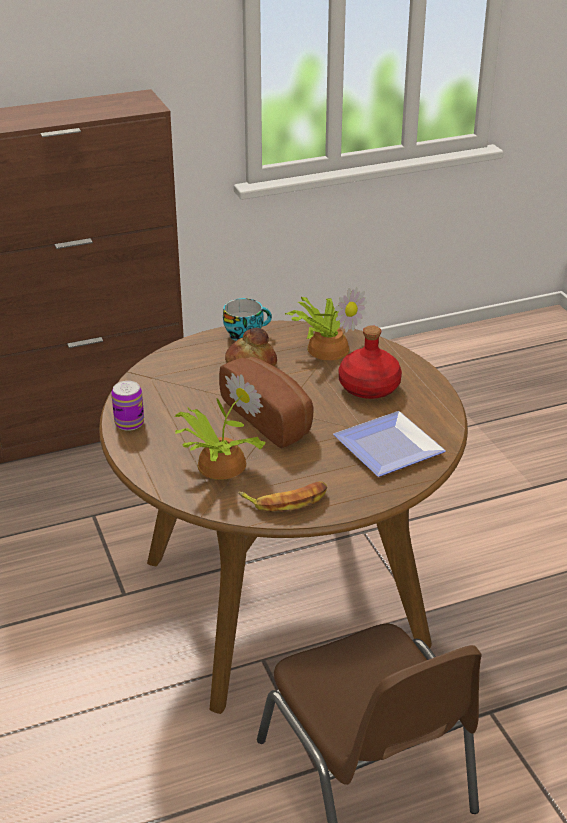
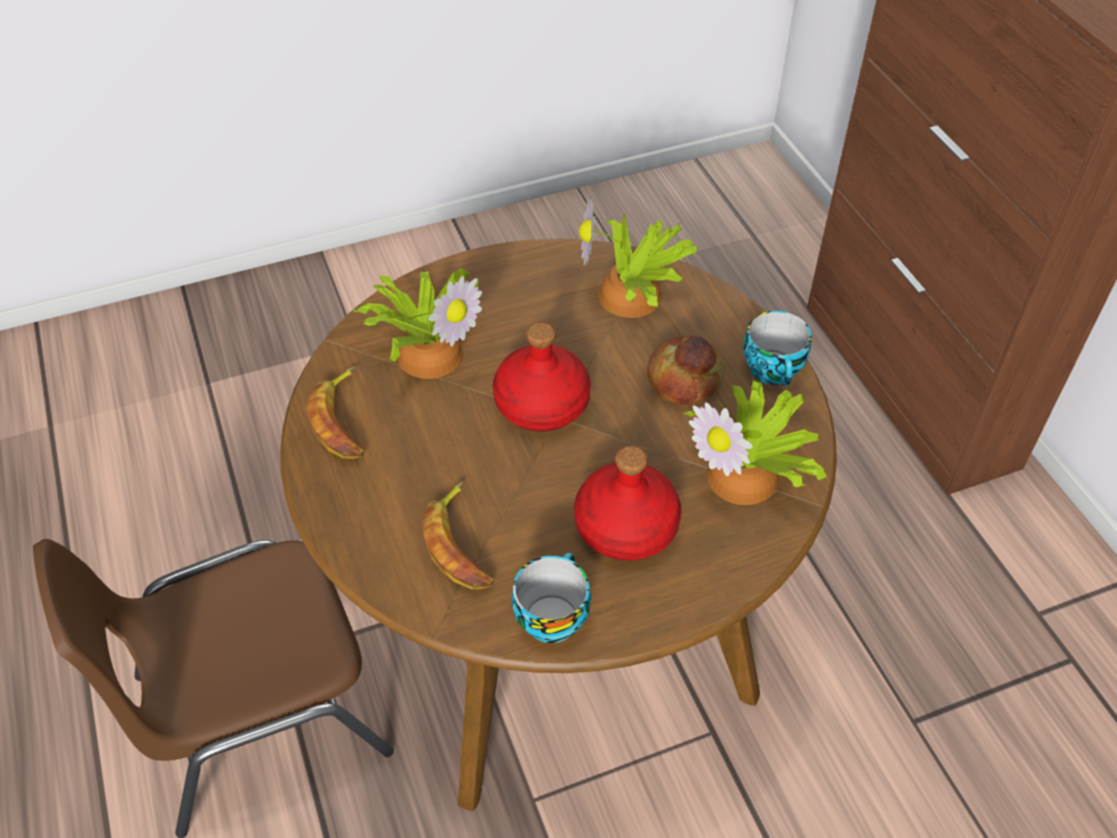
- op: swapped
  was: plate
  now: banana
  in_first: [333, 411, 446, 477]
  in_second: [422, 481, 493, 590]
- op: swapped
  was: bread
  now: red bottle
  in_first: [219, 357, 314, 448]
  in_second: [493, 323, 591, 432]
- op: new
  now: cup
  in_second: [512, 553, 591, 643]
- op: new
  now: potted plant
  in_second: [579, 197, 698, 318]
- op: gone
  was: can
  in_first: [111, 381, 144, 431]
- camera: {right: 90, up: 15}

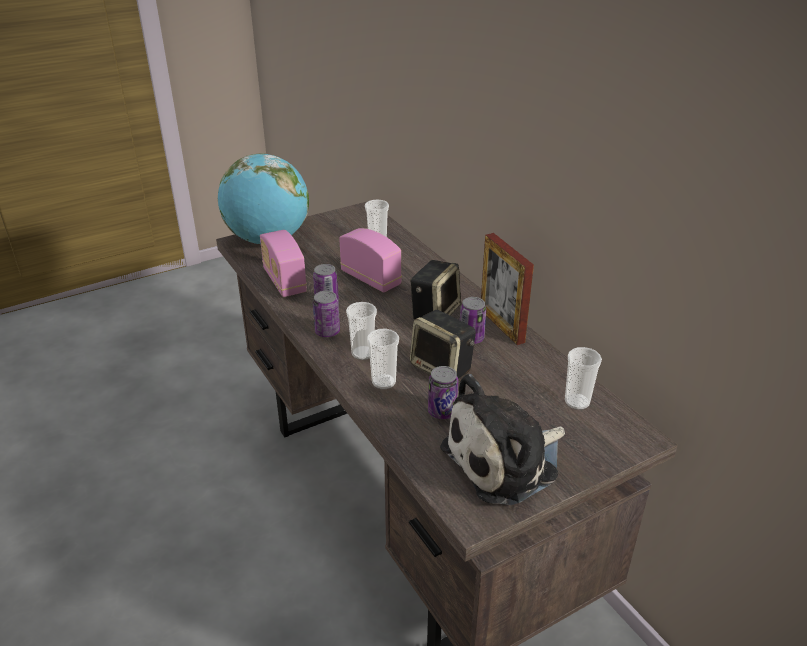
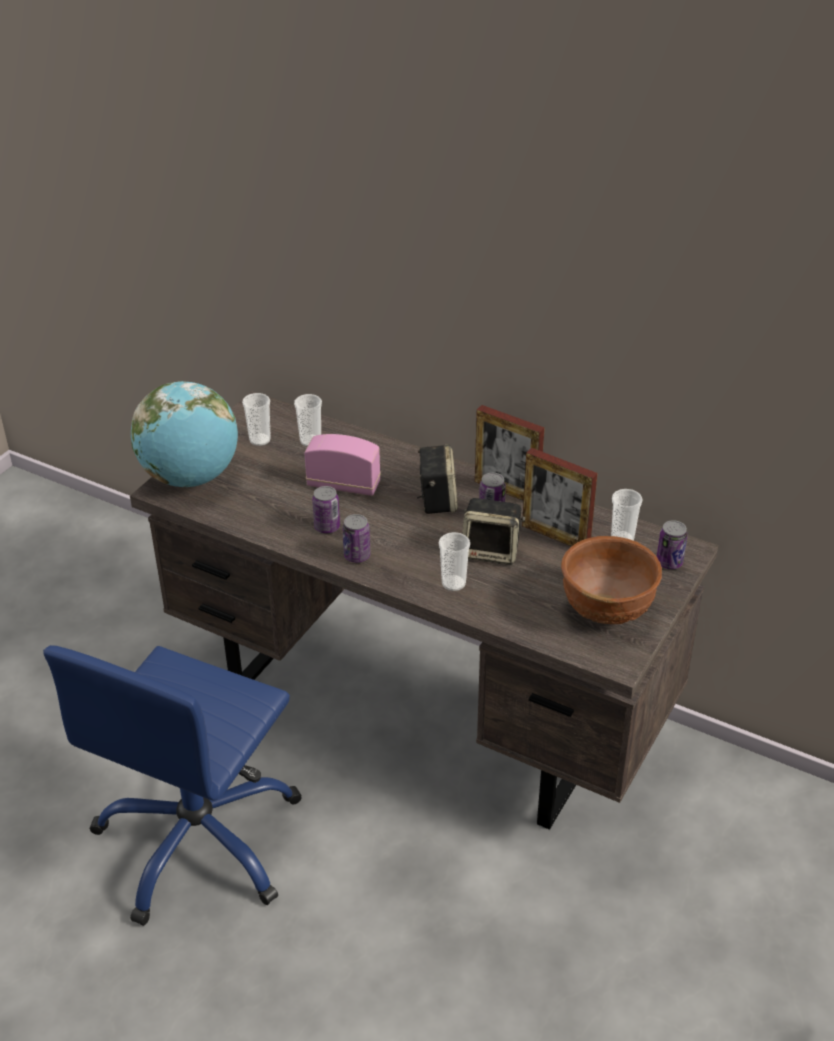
- op: new
  now: blue office chair
  in_second: [43, 645, 302, 926]
- op: shifted
  was: cup
  in_first: [346, 302, 377, 360]
  in_second: [242, 393, 271, 446]
- op: new
  now: picture frame
  in_second: [522, 448, 598, 546]
- op: swapped
  was: plush toy
  now: brown bowl
  in_first: [440, 374, 565, 505]
  in_second: [561, 536, 662, 624]
- op: shifted
  was: can
  in_first: [428, 366, 458, 419]
  in_second: [657, 520, 688, 569]
- op: gone
  was: radio
  in_first: [260, 230, 307, 297]
- camera: {right: -30, up: 5}

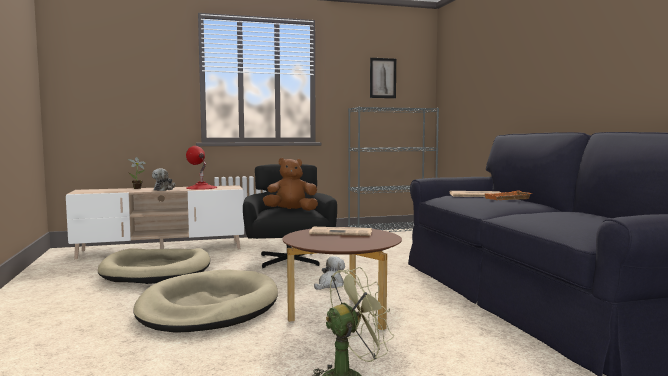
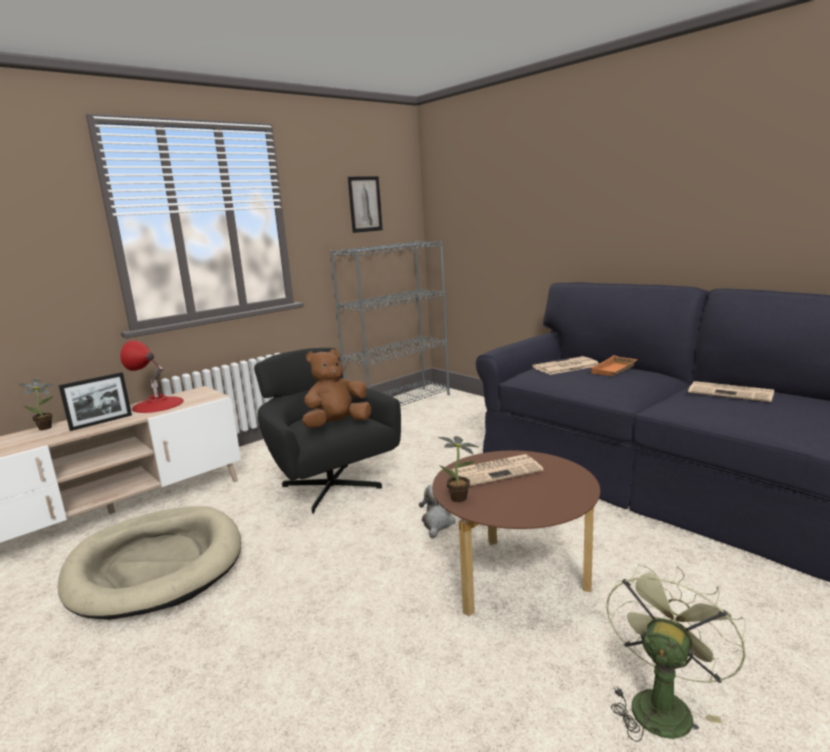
- op: swapped
  was: plush toy
  now: picture frame
  in_first: [152, 168, 175, 191]
  in_second: [59, 372, 132, 431]
- op: new
  now: potted plant
  in_second: [438, 436, 478, 502]
- op: new
  now: newspaper
  in_second: [688, 381, 774, 402]
- op: gone
  was: beige dog bed
  in_first: [134, 269, 278, 332]
- camera: {right: -25, up: 10}

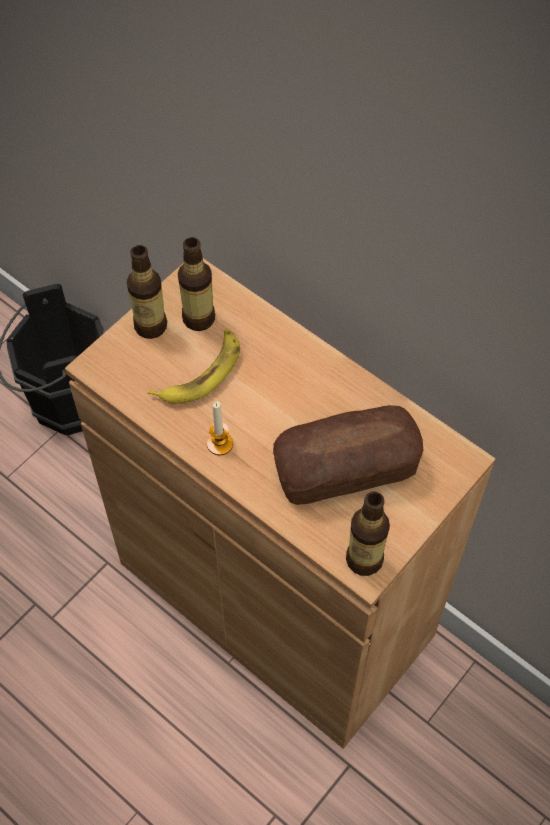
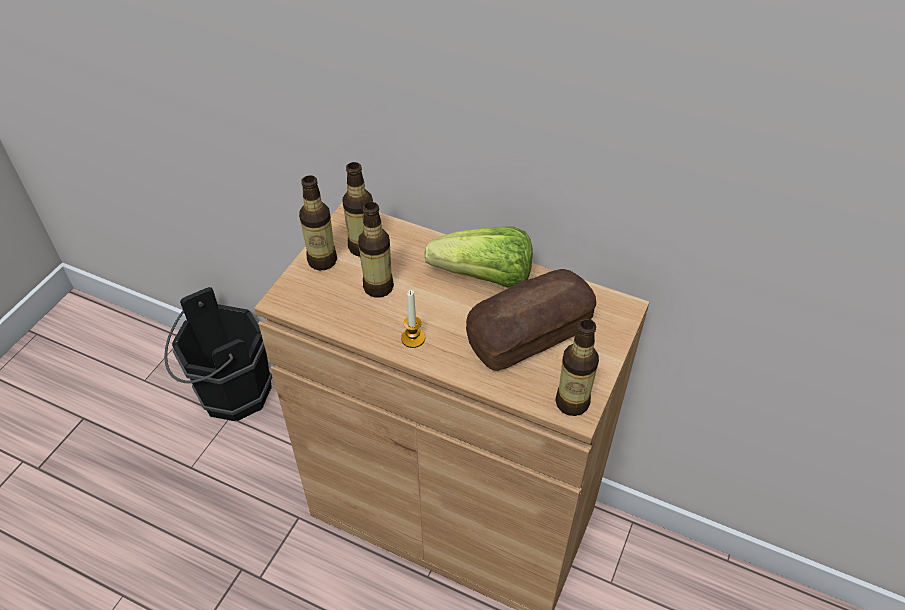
- op: swapped
  was: banana
  now: bottle
  in_first: [148, 329, 240, 404]
  in_second: [358, 202, 394, 298]
- op: new
  now: lettuce
  in_second: [424, 227, 533, 288]
- camera: {right: -15, up: -10}

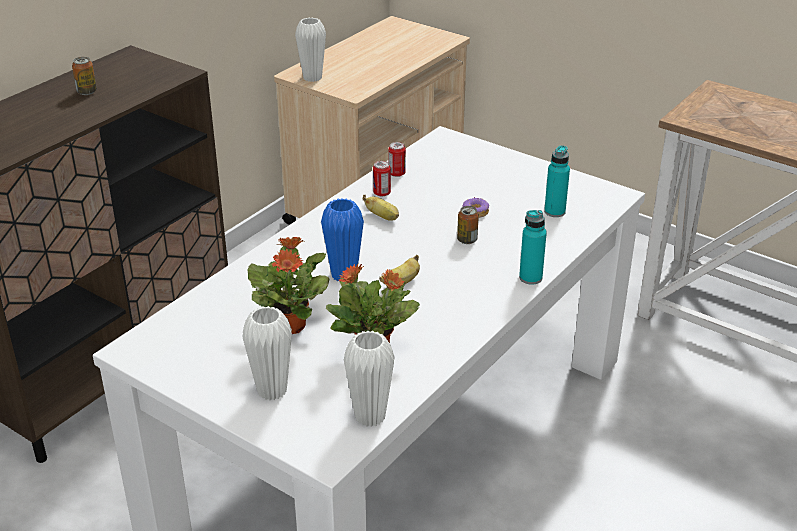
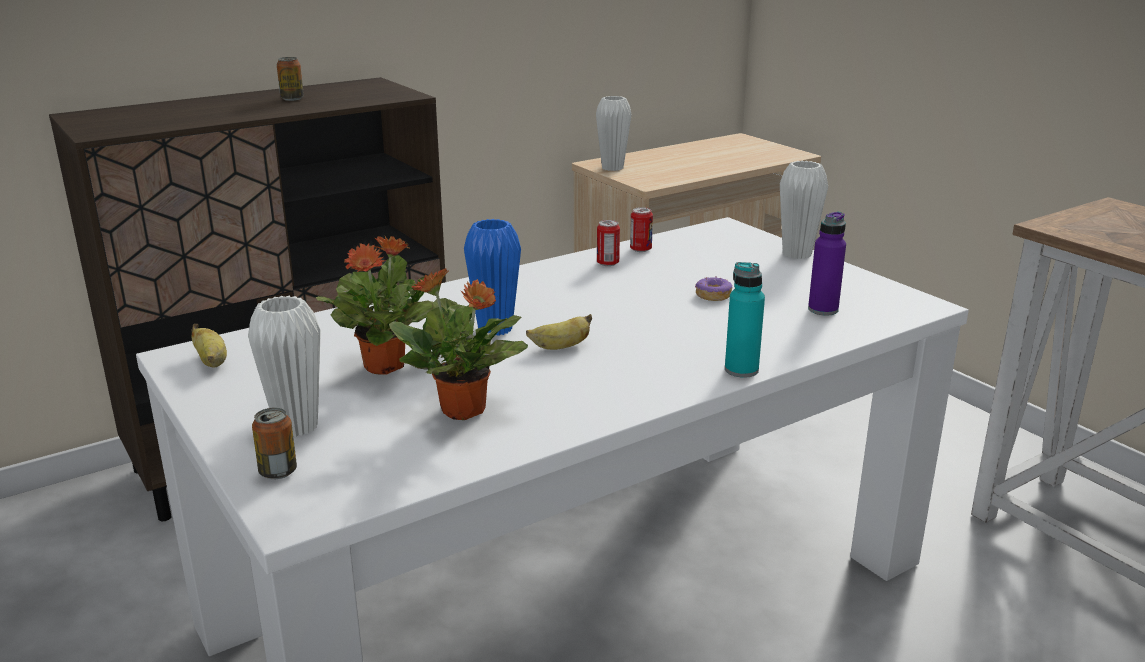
- op: shifted
  was: banana
  in_first: [363, 195, 399, 221]
  in_second: [192, 324, 227, 368]
- op: shifted
  was: can
  in_first: [457, 206, 479, 244]
  in_second: [252, 408, 297, 479]
- op: shifted
  was: white vase
  in_first: [344, 331, 395, 427]
  in_second: [780, 161, 828, 259]
- op: repainted
  was: turquoise bottle
  now: purple bottle
  in_first: [544, 145, 570, 217]
  in_second: [808, 212, 846, 315]
- camera: {right: 20, up: -10}

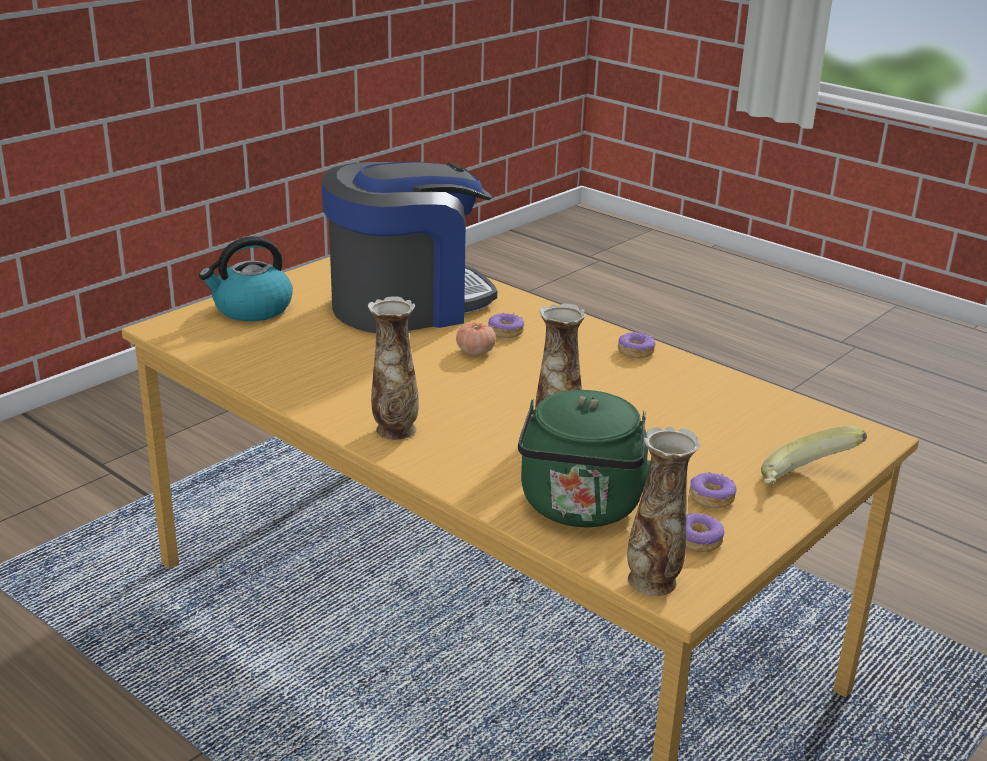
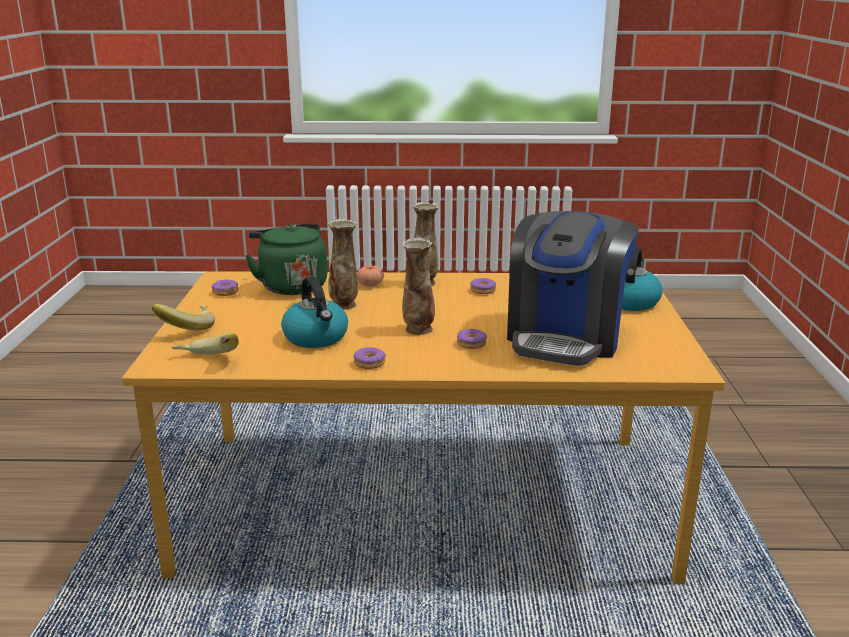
- op: new
  now: banana
  in_second: [172, 332, 239, 354]
- op: new
  now: kettle
  in_second: [281, 276, 348, 348]
- op: shifted
  was: tomato
  in_first: [456, 322, 496, 355]
  in_second: [357, 265, 384, 287]
- op: shifted
  was: vase
  in_first: [627, 427, 700, 596]
  in_second: [401, 237, 435, 335]
- op: shifted
  was: donut
  in_first: [689, 472, 737, 509]
  in_second: [470, 278, 496, 294]
- camera: {right: 140, up: -5}

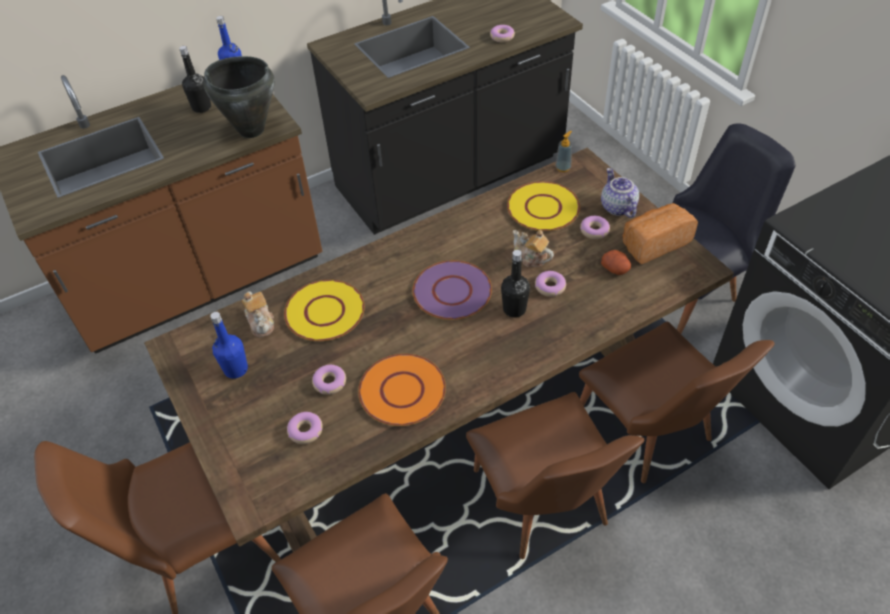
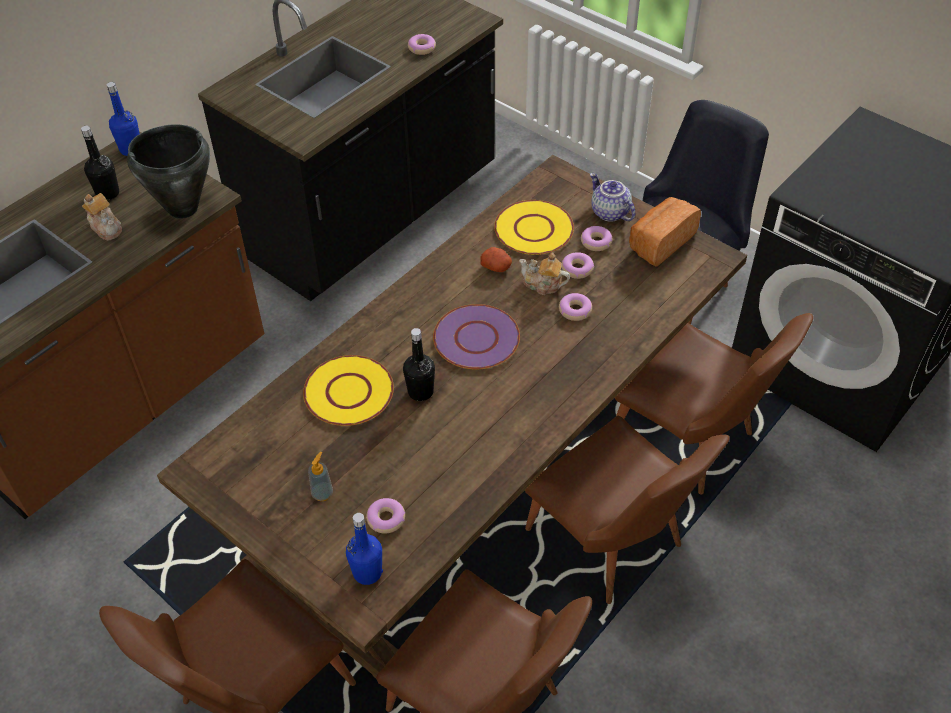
- op: shifted
  was: teapot
  in_first: [242, 291, 274, 338]
  in_second: [82, 193, 122, 240]
- op: shifted
  was: soap dispenser
  in_first: [555, 131, 572, 172]
  in_second: [308, 452, 333, 501]
- op: shifted
  was: blue bottle
  in_first: [210, 312, 248, 379]
  in_second: [346, 513, 383, 585]
- op: shifted
  was: black bottle
  in_first: [501, 250, 530, 318]
  in_second: [403, 328, 435, 401]
- op: shifted
  was: potato
  in_first: [601, 250, 631, 275]
  in_second: [480, 247, 512, 272]
- op: shifted
  was: donut
  in_first: [312, 365, 346, 395]
  in_second: [562, 252, 594, 279]
- op: gone
  was: orange plate
  in_first: [358, 354, 446, 426]
- camera: {right: -20, up: 0}

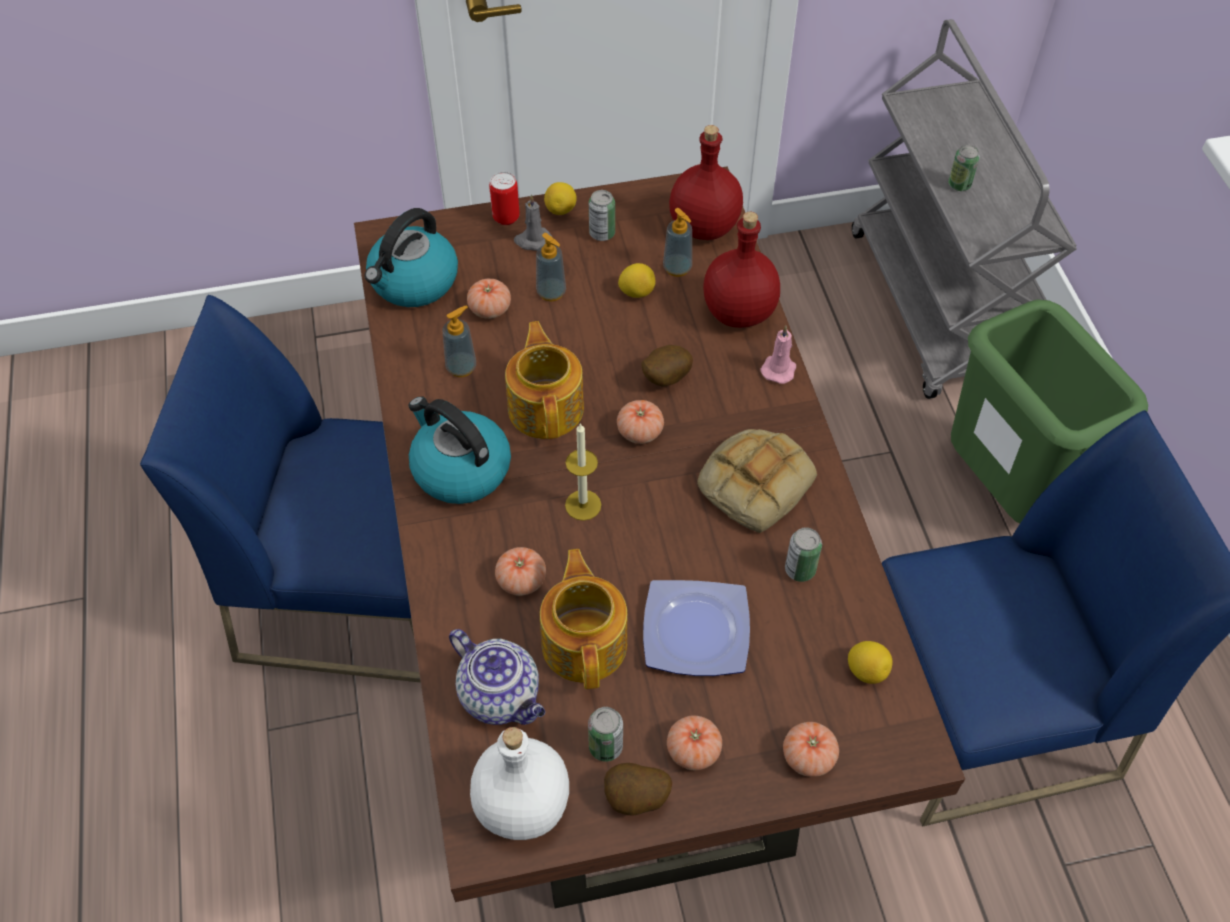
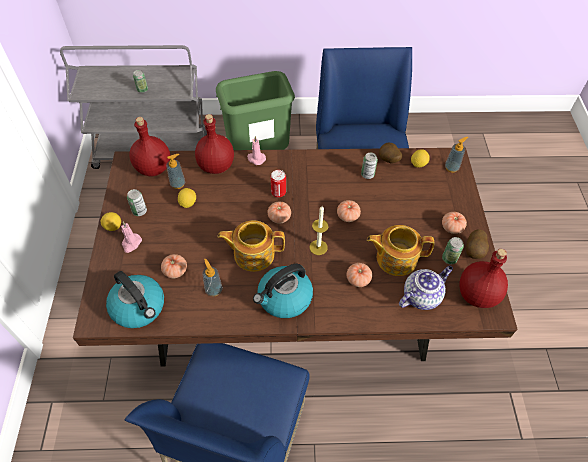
- op: repainted
  was: grey candle
  now: pink candle
  in_first: [514, 195, 552, 251]
  in_second: [121, 222, 142, 253]
- op: shifted
  was: can
  in_first: [489, 172, 520, 225]
  in_second: [271, 170, 286, 198]
- op: shifted
  was: tomato
  in_first: [783, 722, 839, 777]
  in_second: [337, 200, 361, 222]
- op: shifted
  was: potato
  in_first: [641, 345, 693, 386]
  in_second: [379, 142, 402, 163]
- op: shifted
  was: soap dispenser
  in_first: [536, 233, 566, 301]
  in_second: [445, 137, 468, 172]
- op: repainted
  was: white bottle
  now: red bottle
  in_first: [470, 727, 569, 840]
  in_second: [460, 249, 508, 308]
- op: gone
  was: plate
  in_first: [643, 580, 750, 676]
- op: gone
  was: bread
  in_first: [697, 429, 817, 533]
- camera: {right: -80, up: 0}

